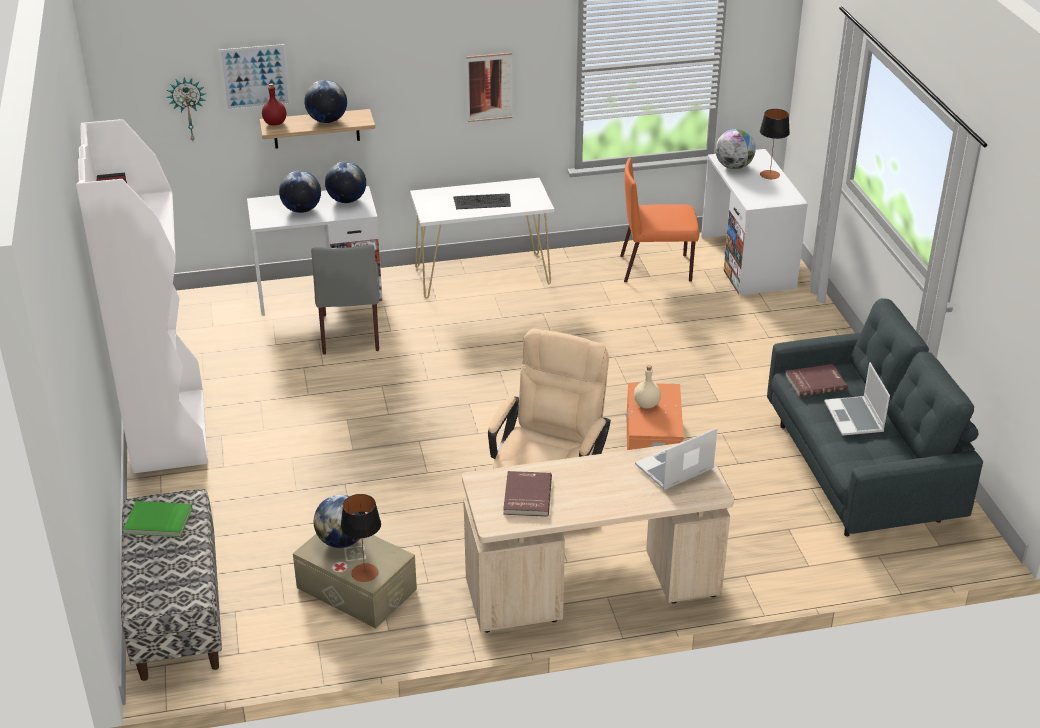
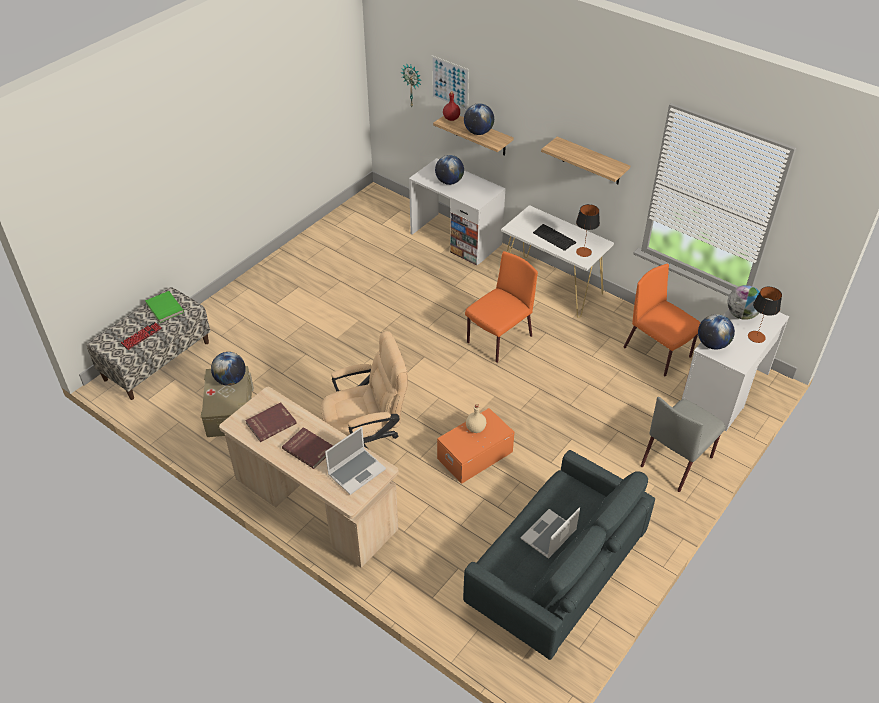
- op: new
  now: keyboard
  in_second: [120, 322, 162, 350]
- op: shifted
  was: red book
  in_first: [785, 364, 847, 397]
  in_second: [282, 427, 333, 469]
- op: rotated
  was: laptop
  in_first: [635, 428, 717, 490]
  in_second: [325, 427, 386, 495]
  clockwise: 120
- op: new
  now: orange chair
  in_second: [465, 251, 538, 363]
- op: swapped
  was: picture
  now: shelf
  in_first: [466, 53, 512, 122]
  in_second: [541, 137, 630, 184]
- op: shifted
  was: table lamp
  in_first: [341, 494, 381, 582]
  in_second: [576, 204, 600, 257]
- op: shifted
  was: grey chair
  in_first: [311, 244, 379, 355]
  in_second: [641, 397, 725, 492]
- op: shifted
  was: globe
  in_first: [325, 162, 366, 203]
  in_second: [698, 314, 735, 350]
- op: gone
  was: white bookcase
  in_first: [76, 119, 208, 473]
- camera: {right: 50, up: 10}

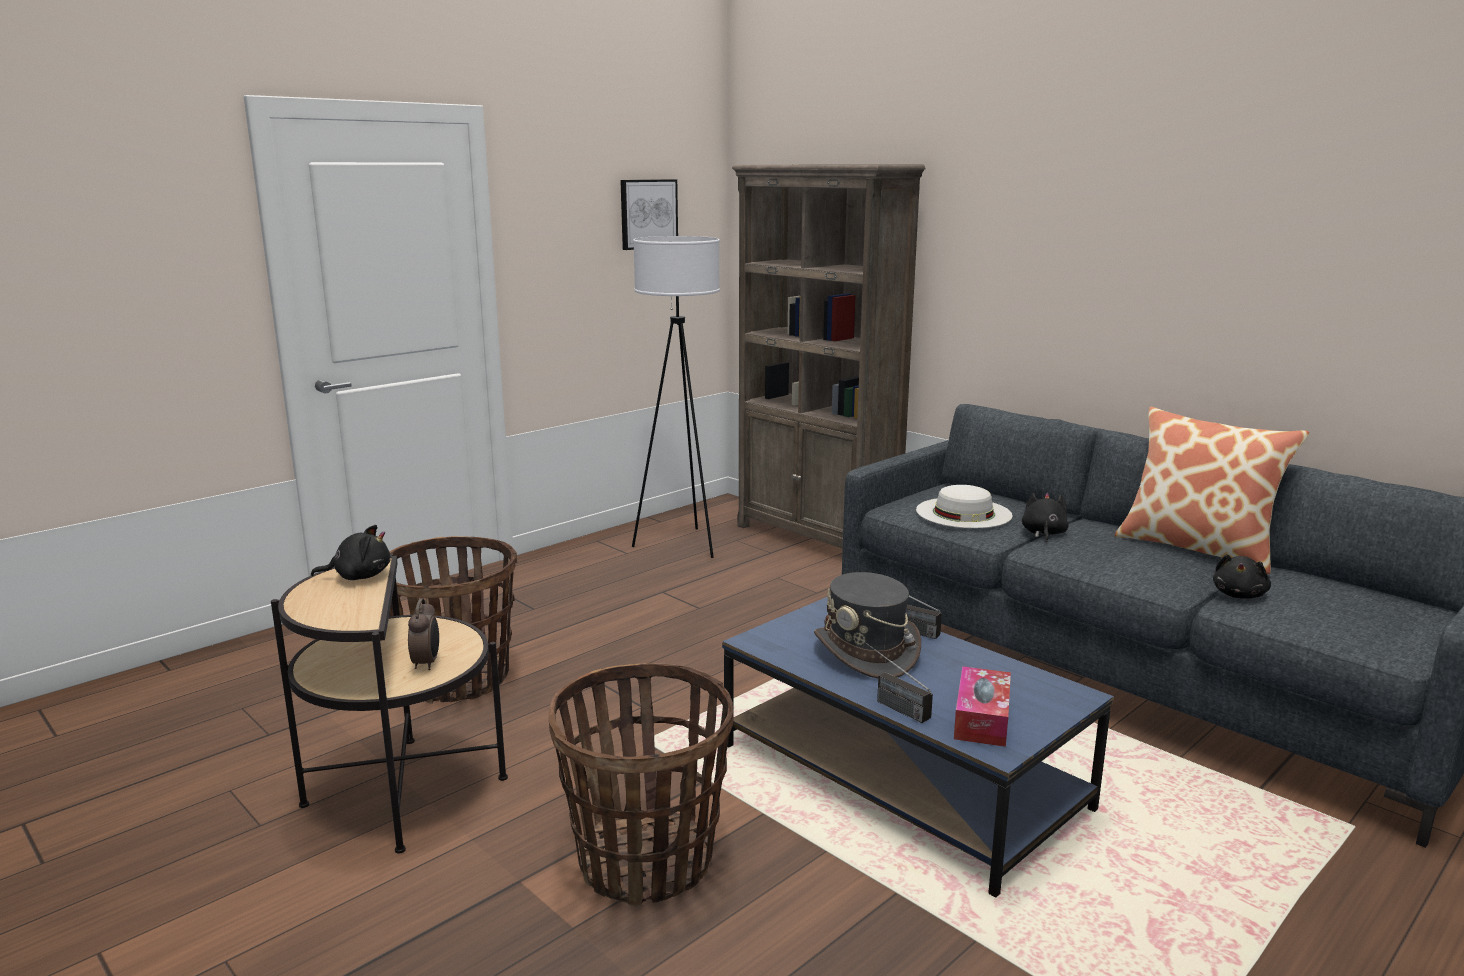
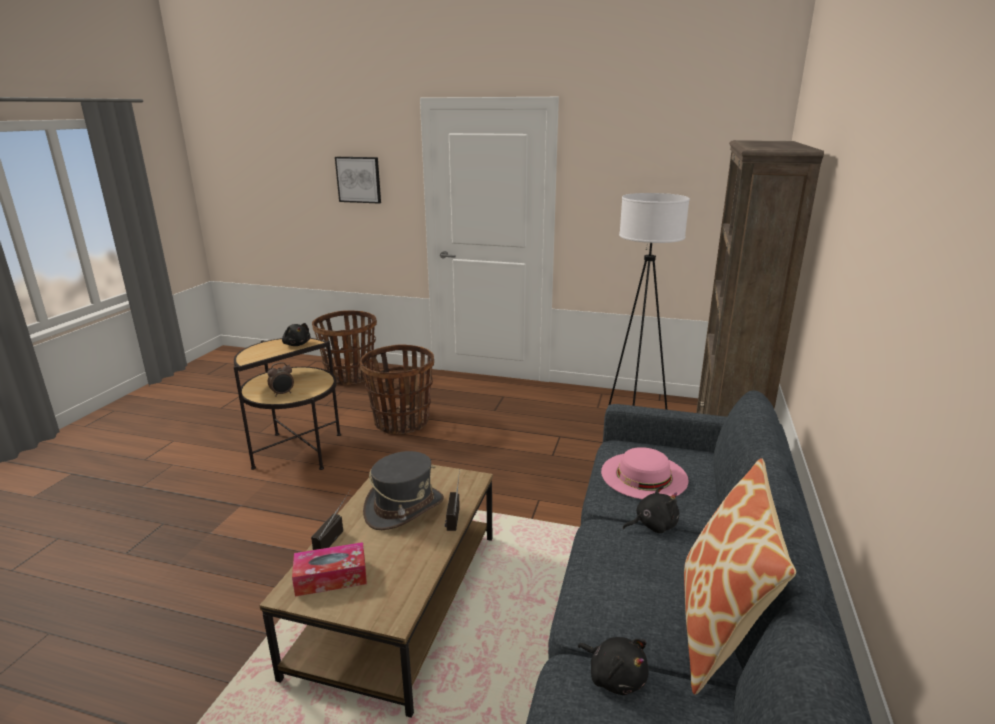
- op: repainted
  was: blue coffee table
  now: brown coffee table
  in_first: [722, 597, 1114, 898]
  in_second: [260, 465, 493, 718]
- op: shifted
  was: basket
  in_first: [548, 663, 734, 907]
  in_second: [312, 310, 377, 385]
- op: shifted
  was: picture
  in_first: [620, 179, 678, 250]
  in_second: [335, 157, 381, 204]
- op: rotated
  was: black plush toy
  in_first: [1213, 554, 1271, 599]
  in_second: [578, 637, 649, 695]
  clockwise: -135
- op: repainted
  was: white hat
  now: pink hat
  in_first: [916, 485, 1012, 528]
  in_second: [601, 447, 688, 499]
- camera: {right: 60, up: 5}

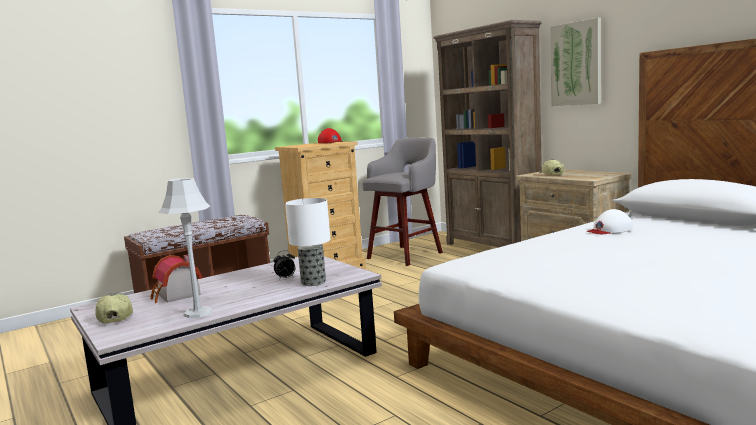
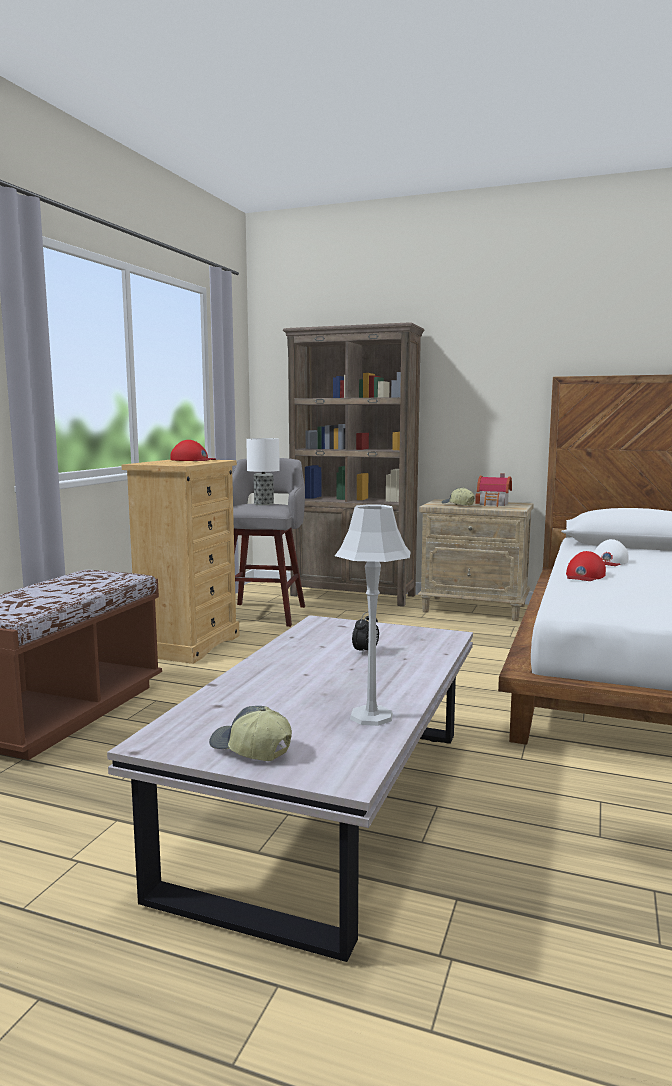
- op: shifted
  was: table lamp
  in_first: [285, 198, 330, 286]
  in_second: [246, 438, 280, 505]
- op: shifted
  was: toy house
  in_first: [151, 255, 202, 303]
  in_second: [475, 473, 512, 507]
- op: new
  now: red cap
  in_second: [566, 551, 606, 581]
- op: gone
  was: picture
  in_first: [550, 18, 601, 106]
- camera: {right: -35, up: 0}

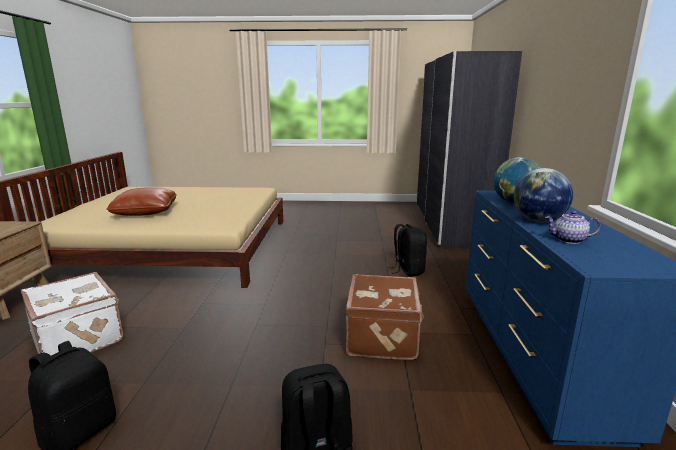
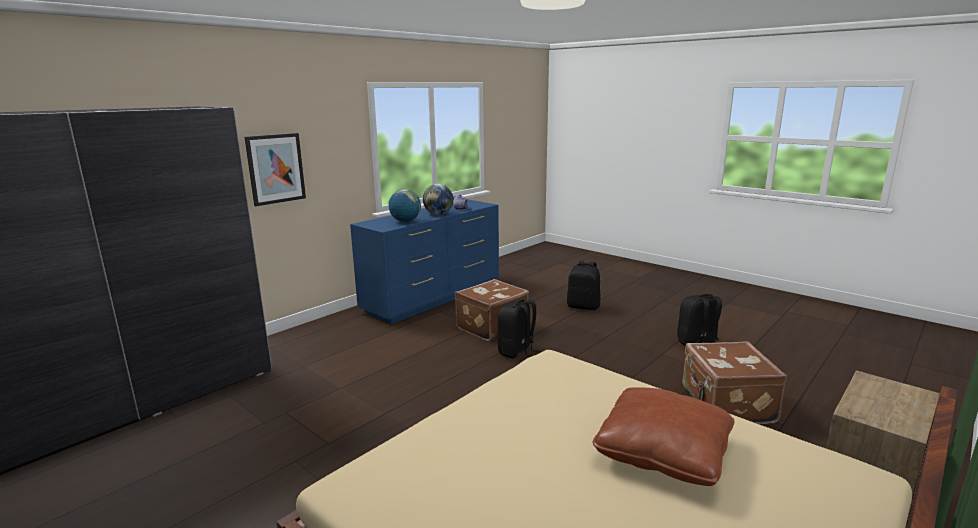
- op: new
  now: picture
  in_second: [245, 133, 306, 206]
- op: shifted
  was: black backpack
  in_first: [387, 224, 427, 276]
  in_second: [498, 300, 541, 359]
- op: repainted
  was: white suitcase
  now: brown suitcase
  in_first: [21, 272, 123, 356]
  in_second: [682, 341, 787, 424]
- camera: {right: -140, up: 0}

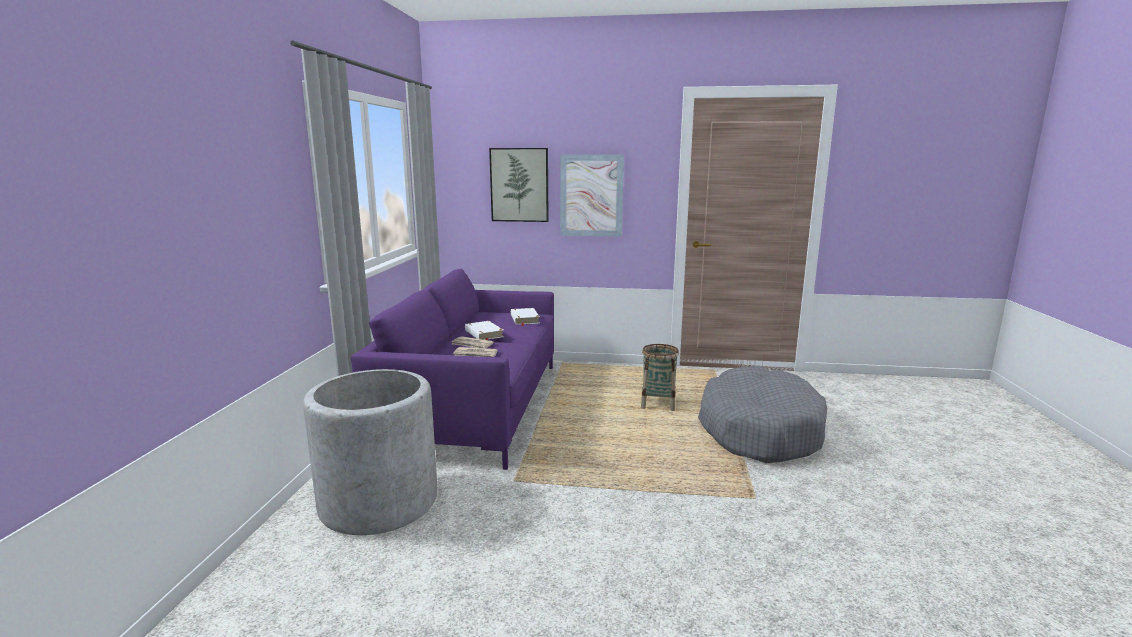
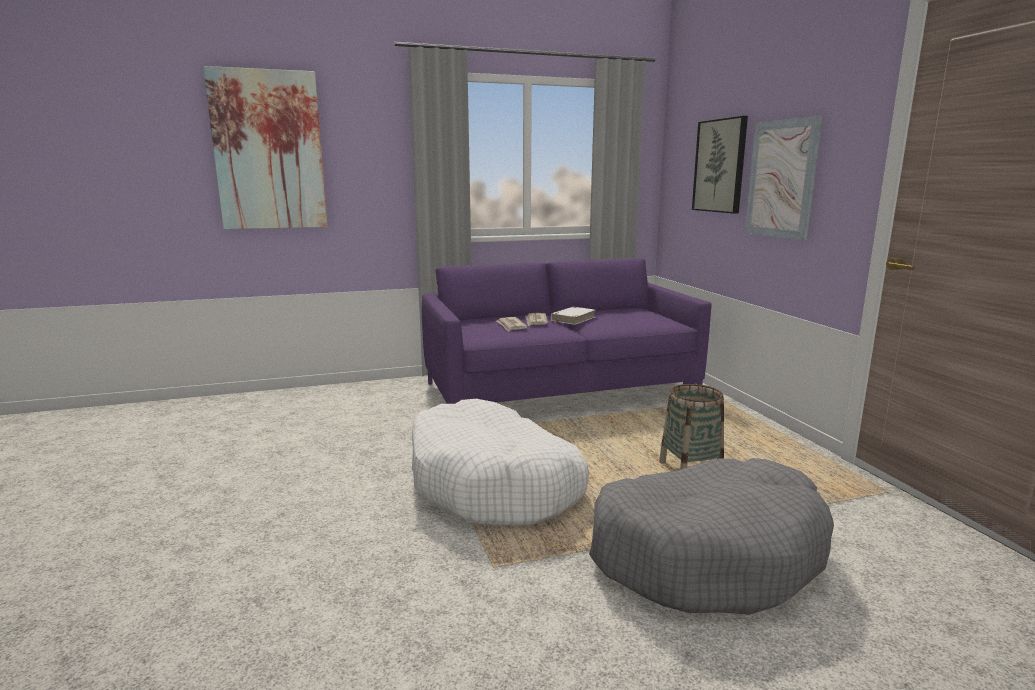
- op: new
  now: picture
  in_second: [203, 66, 328, 229]
- op: new
  now: white dog bed
  in_second: [412, 399, 589, 525]
- op: gone
  was: grey planter
  in_first: [303, 369, 437, 535]
- op: gone
  was: white book
  in_first: [511, 308, 540, 326]
- camera: {right: 65, up: 0}

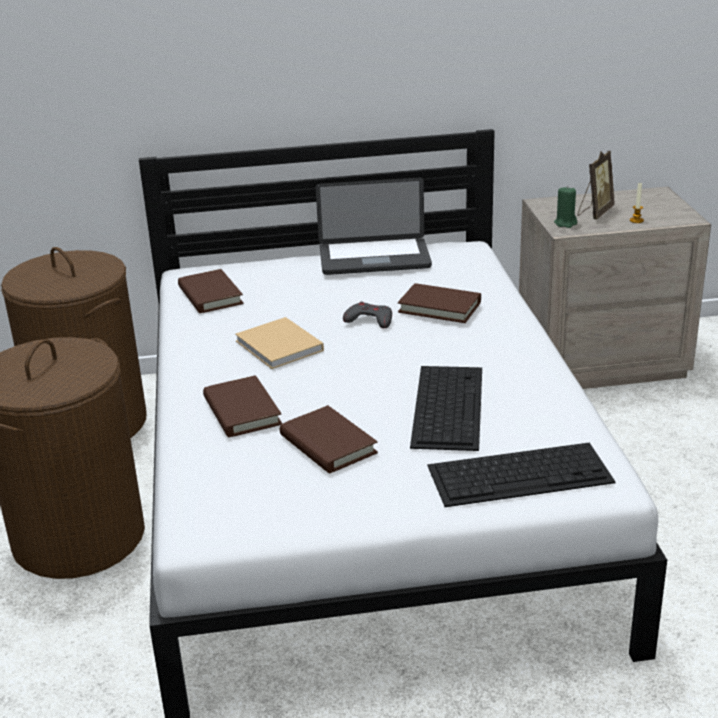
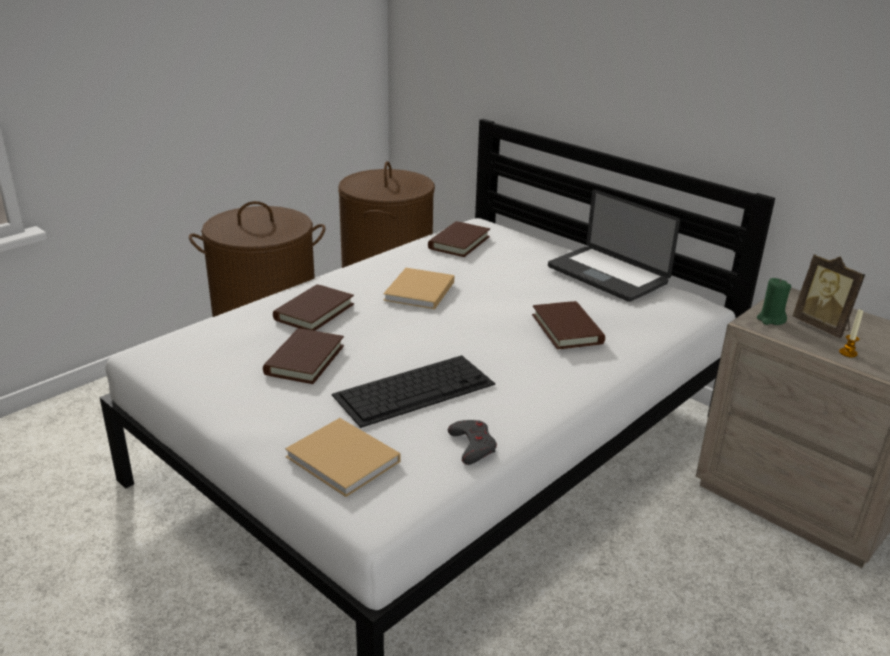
- op: swapped
  was: keyboard
  now: beige book
  in_first: [428, 443, 615, 507]
  in_second: [285, 418, 400, 497]
- op: shifted
  was: grey game controller
  in_first: [343, 301, 392, 328]
  in_second: [448, 420, 497, 465]
- op: rotated
  was: picture frame
  in_first: [578, 151, 615, 219]
  in_second: [793, 254, 865, 338]
  clockwise: 60
- camera: {right: 50, up: 0}

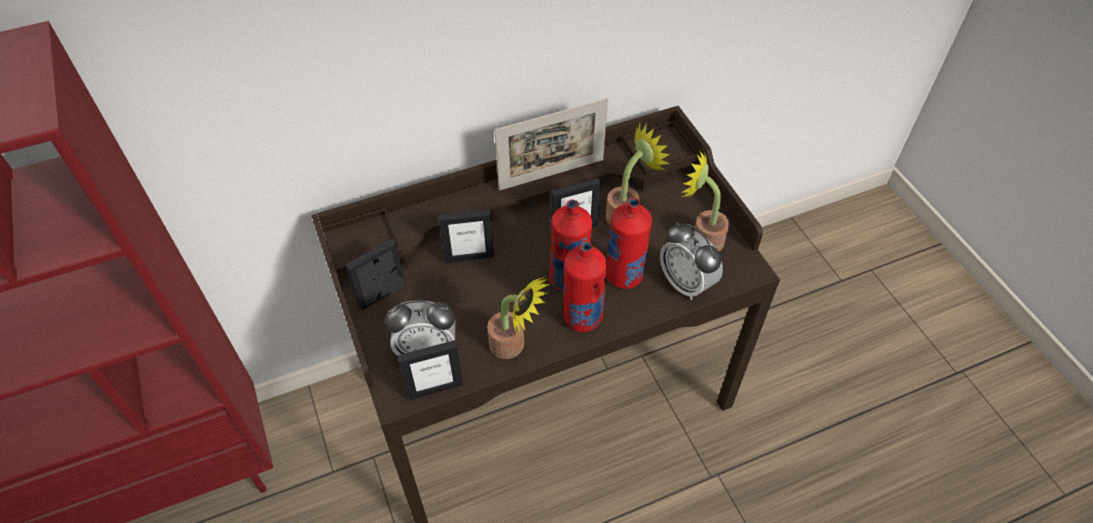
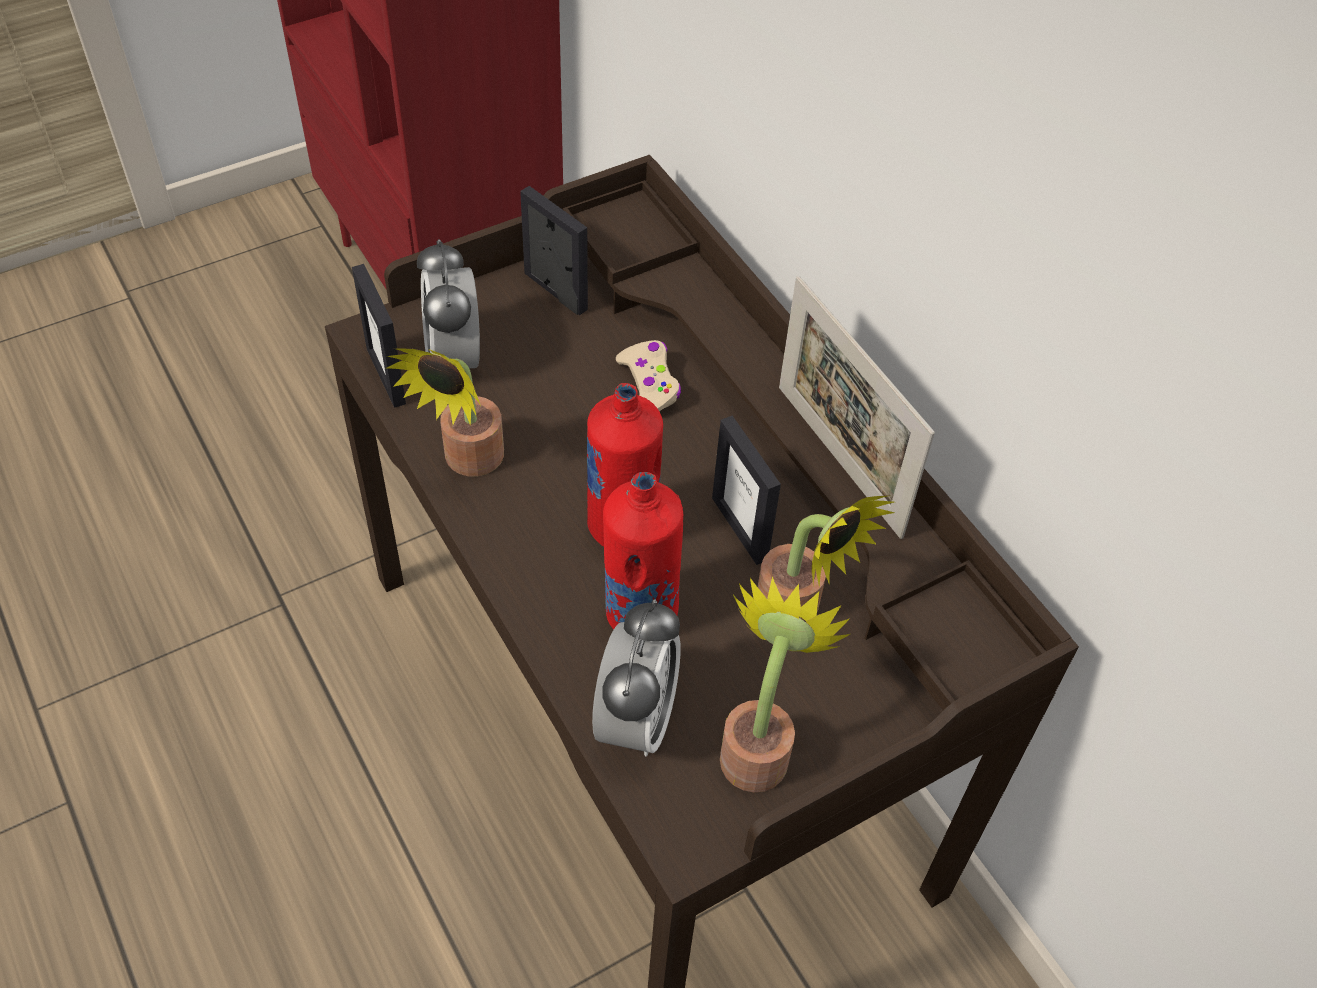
- op: rotated
  was: alarm clock
  in_first: [660, 222, 723, 300]
  in_second: [592, 599, 681, 757]
  clockwise: 150
- op: swapped
  was: picture frame
  now: beige game controller
  in_first: [438, 209, 494, 263]
  in_second: [616, 340, 681, 411]
- op: gone
  was: red bottle
  in_first: [563, 241, 607, 332]
- camera: {right: 80, up: 0}

